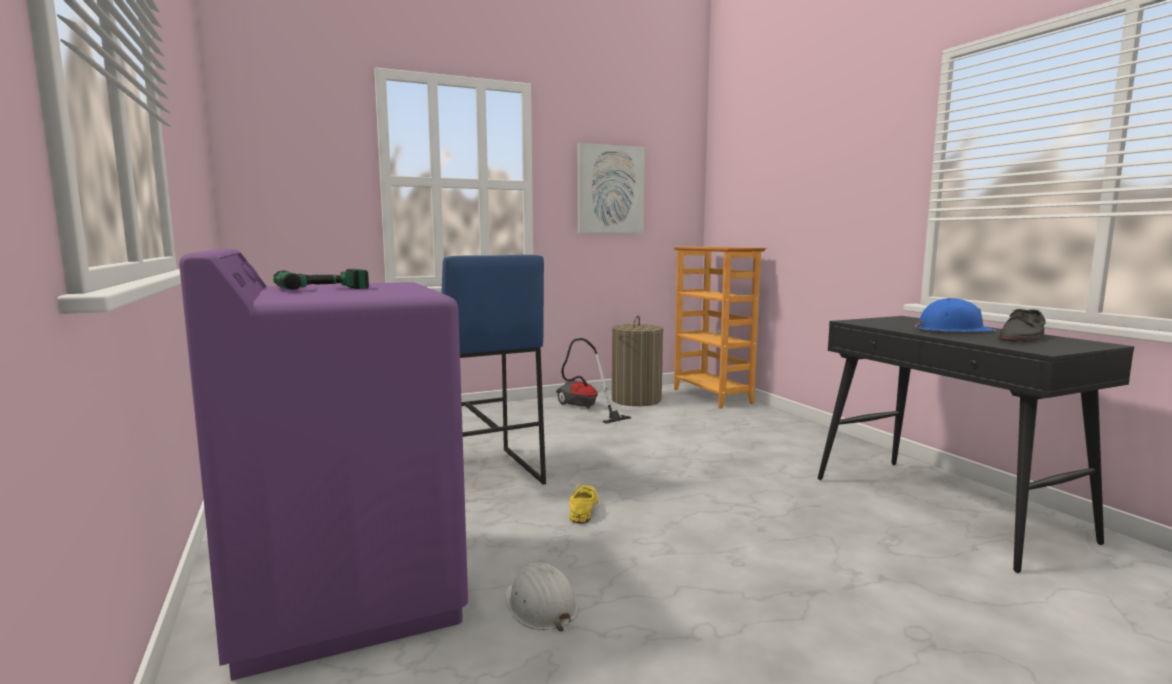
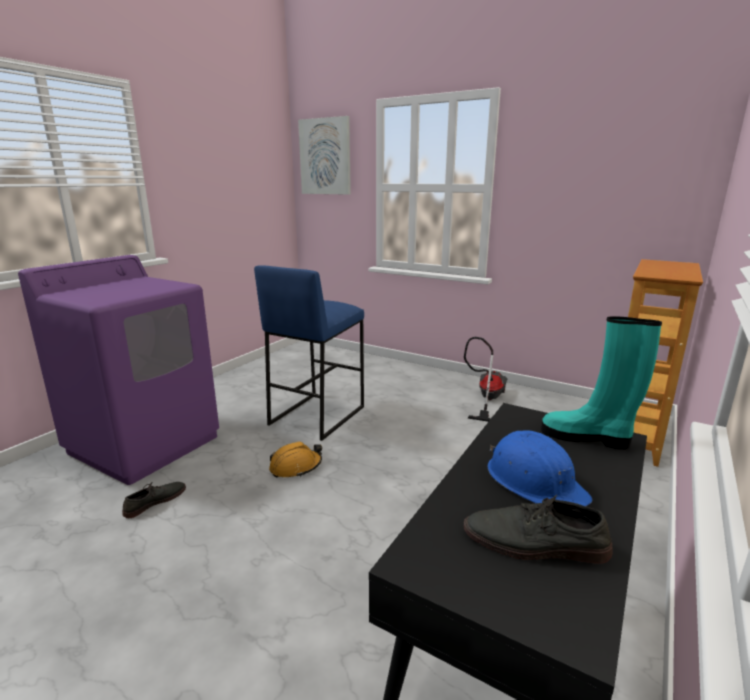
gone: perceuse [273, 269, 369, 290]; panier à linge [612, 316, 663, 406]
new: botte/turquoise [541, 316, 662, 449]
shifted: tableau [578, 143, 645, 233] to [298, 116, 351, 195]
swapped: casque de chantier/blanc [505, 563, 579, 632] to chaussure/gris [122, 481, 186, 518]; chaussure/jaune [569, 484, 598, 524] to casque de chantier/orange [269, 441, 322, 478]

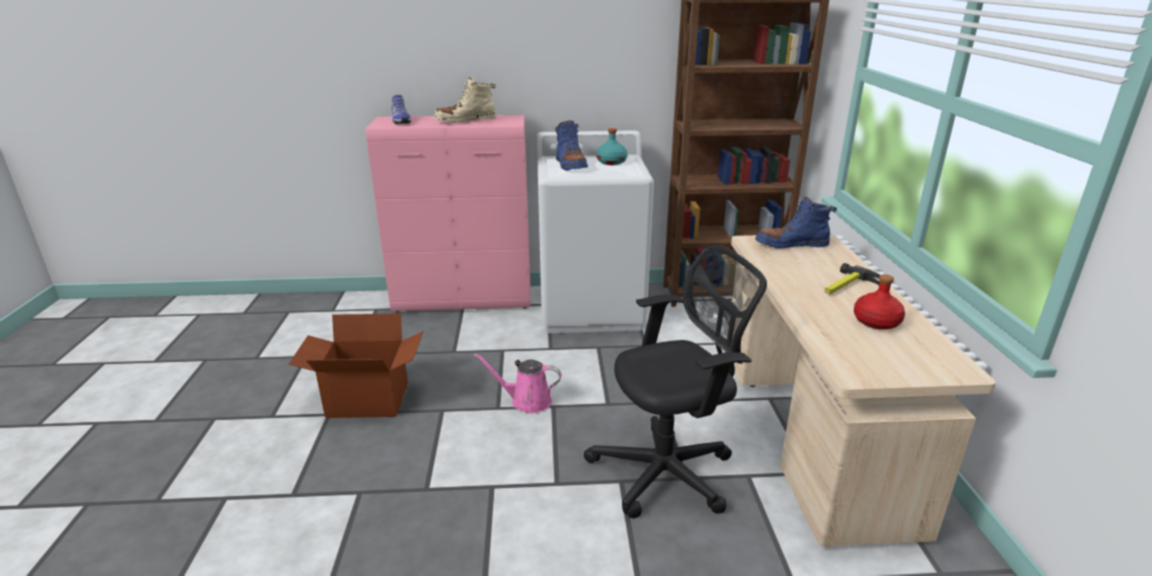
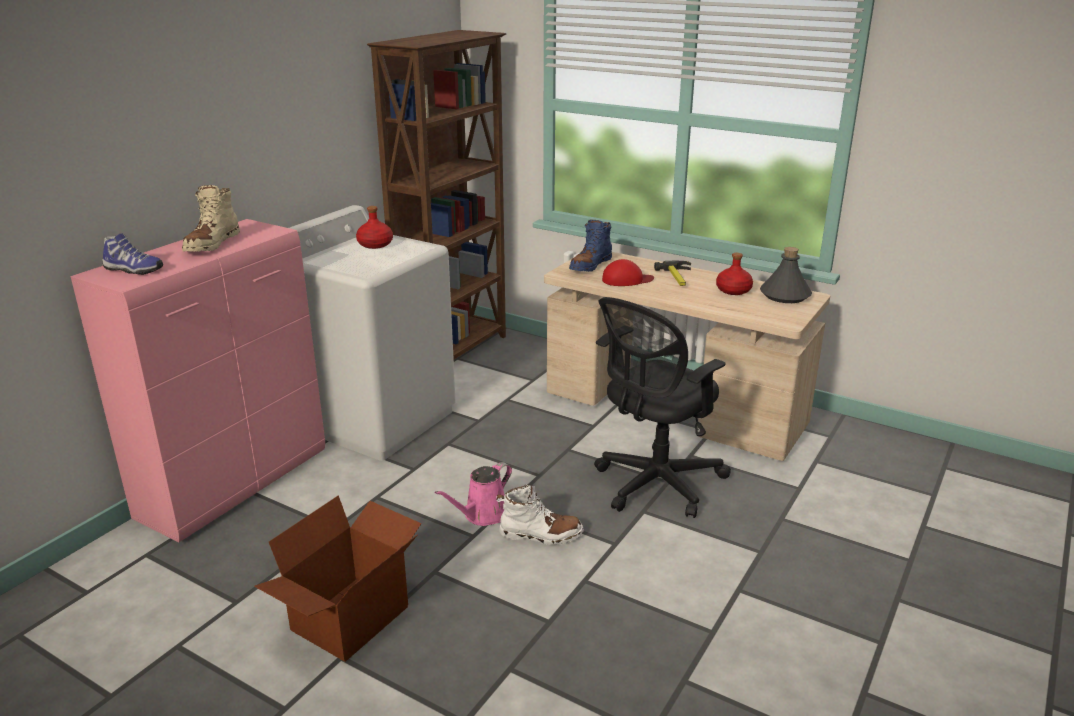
gone: botte/bleu [555, 120, 588, 171]
new: botte/blanc [496, 484, 584, 545]; casquette/rouge [602, 259, 654, 286]; bouteille/gris [760, 247, 812, 303]
repainted: bouteille/turquoise [596, 128, 628, 165] to bouteille/rouge [356, 206, 393, 249]
rotated: chaise de bureau/noir [584, 244, 767, 518] = [594, 297, 731, 518] 150 degrees counterclockwise

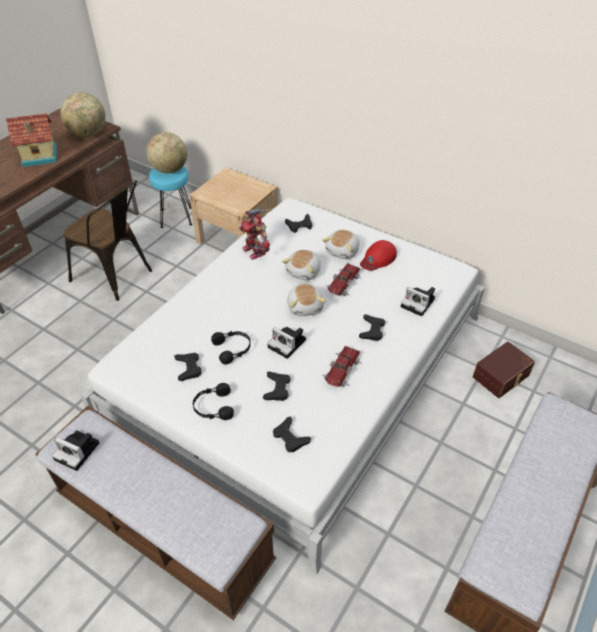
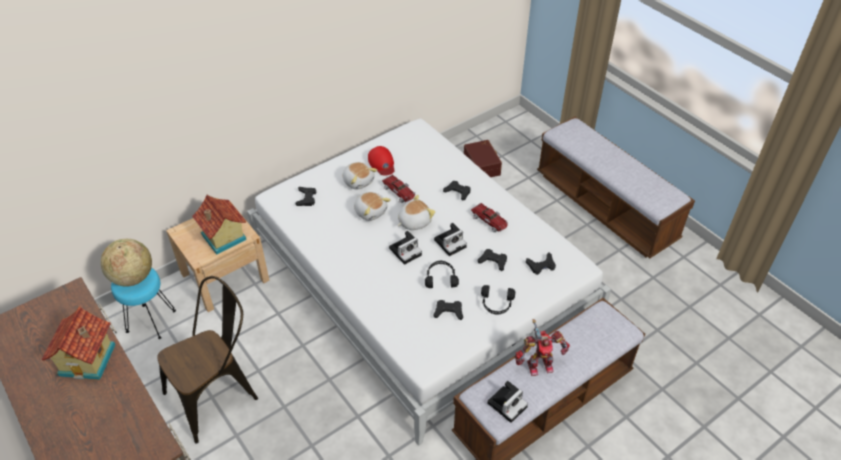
gone: globe [61, 92, 106, 137]
new: maison miniature [192, 195, 247, 255]
shifted: robot jouet [239, 209, 271, 260] to [515, 319, 570, 376]; appareil photo [401, 287, 435, 316] to [389, 231, 422, 265]
rotated: peluche [287, 284, 326, 316] = [397, 195, 435, 230] 45 degrees counterclockwise

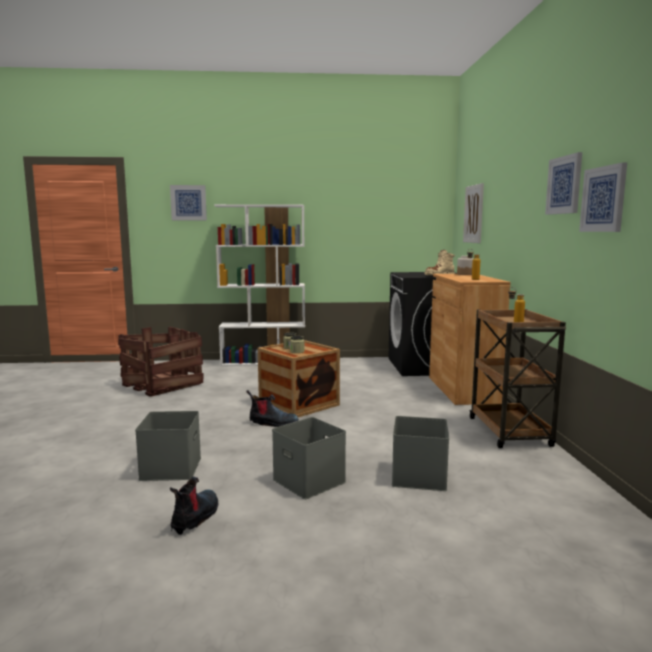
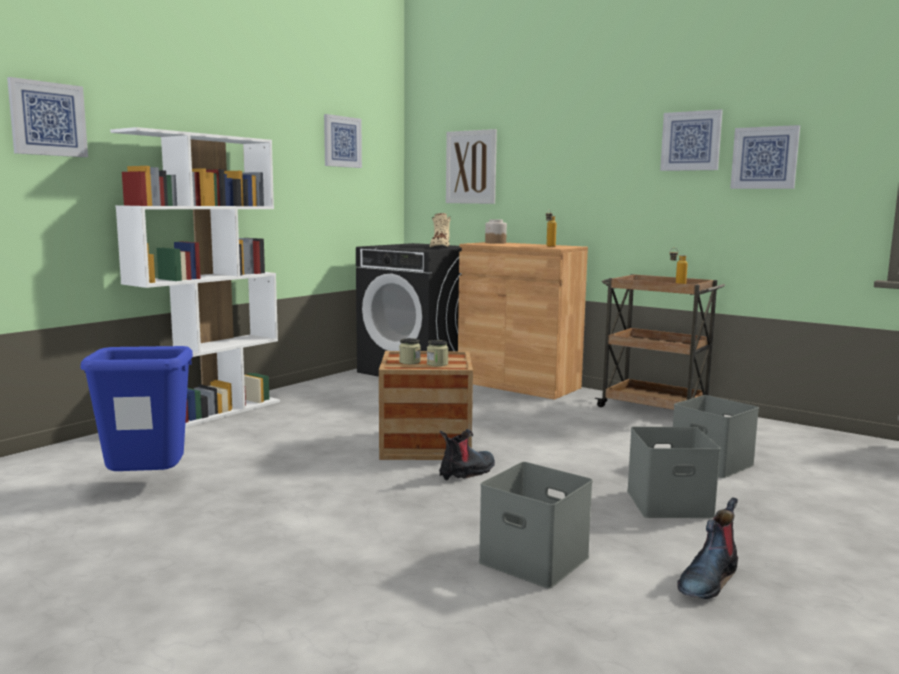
new: tableau [324, 114, 362, 168]
swapped: caisse [118, 327, 204, 397] to poubelle/bleu [81, 346, 193, 471]
rotated: botte [170, 476, 219, 535] = [677, 497, 738, 599] 105 degrees counterclockwise

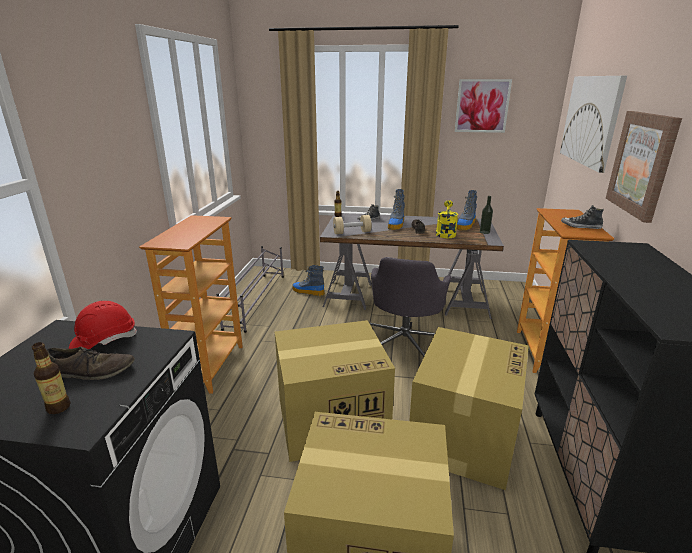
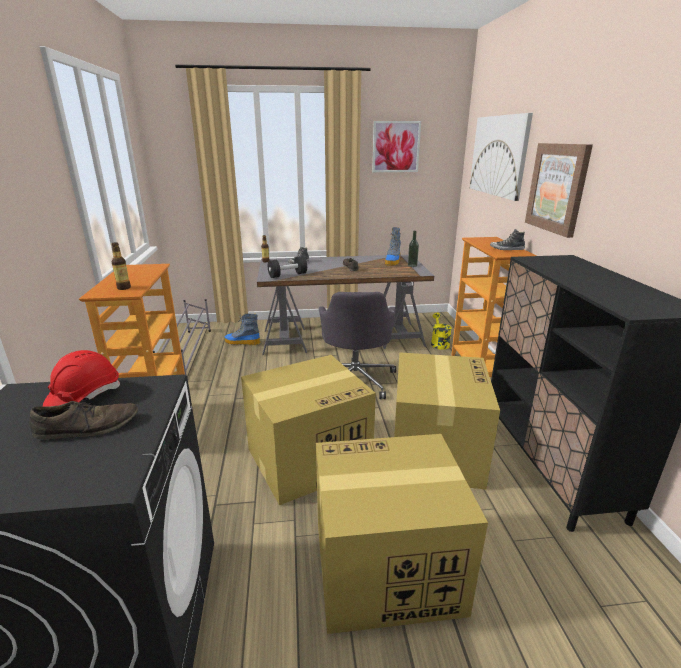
gone: botte [388, 189, 405, 230]
shifted: bouteille [32, 342, 70, 414] to [112, 242, 131, 290]; arrosoir/jaune [436, 200, 458, 238] to [431, 313, 452, 350]
repainted: haltère/beige [333, 215, 372, 234] to haltère/noir [268, 256, 307, 278]

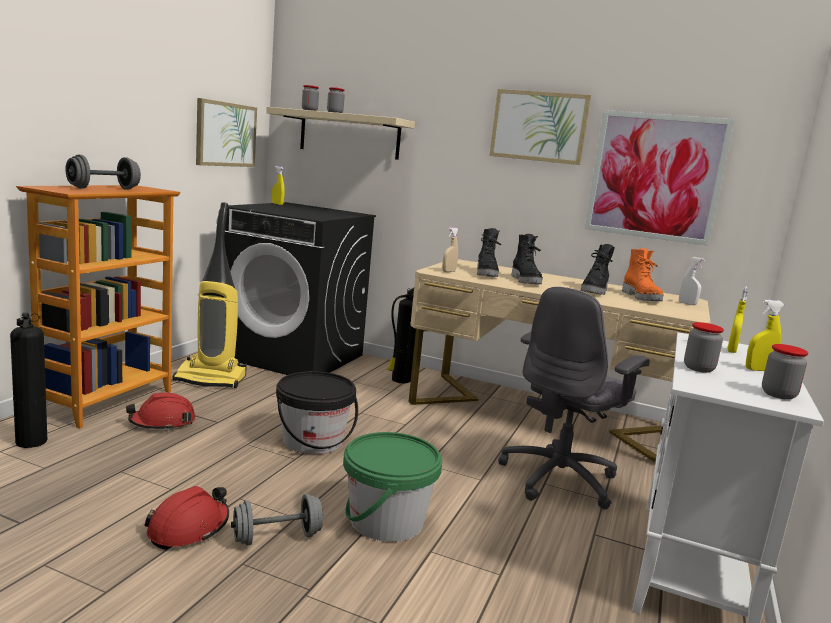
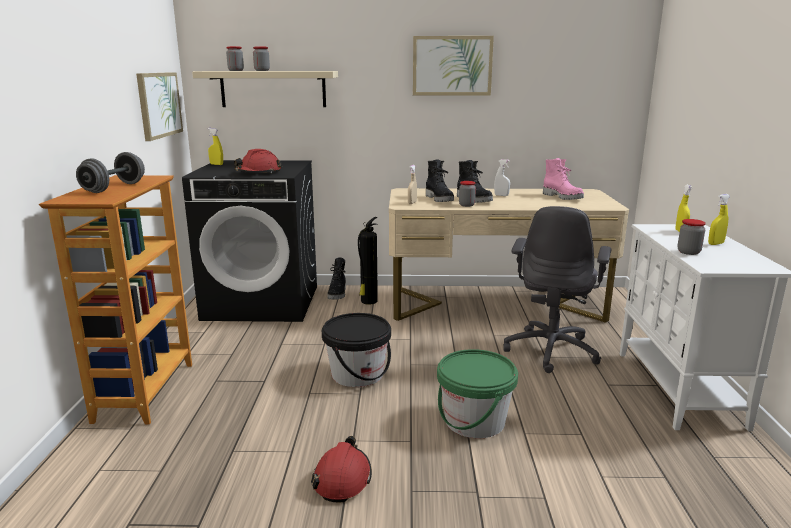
gone: extincteur [10, 313, 47, 448]; aspirateur [172, 202, 247, 388]; haltère/gris [231, 494, 323, 546]; tableau [585, 110, 735, 246]
shifted: casque de chantier/rouge [126, 392, 195, 431] to [234, 149, 282, 173]; botte/noir [581, 244, 615, 295] to [328, 257, 346, 299]; vaporisateur/blanc [679, 257, 705, 305] to [494, 159, 510, 196]; bocal [762, 344, 808, 400] to [459, 181, 476, 207]
repainted: botte/orange [622, 248, 664, 301] to botte/rose [543, 158, 584, 200]

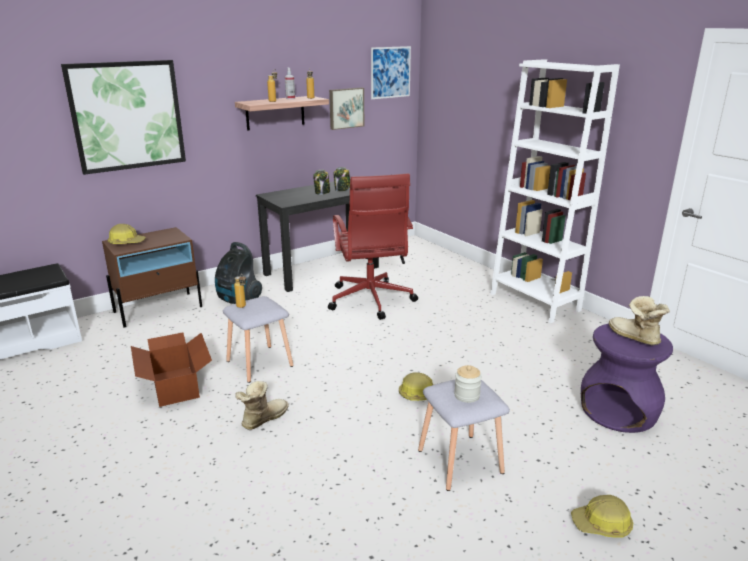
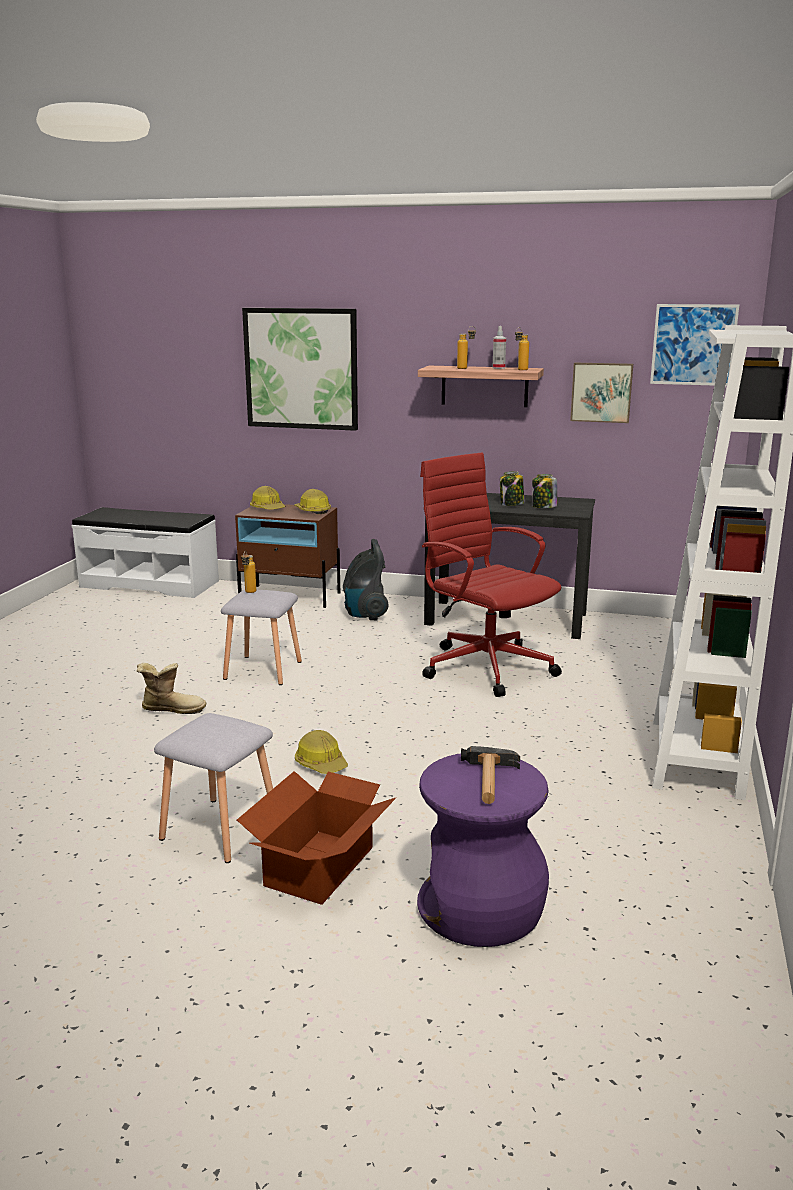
gone: bocal [454, 365, 482, 403]
shifted: carton [131, 333, 212, 407] to [237, 771, 396, 905]; casque de chantier [571, 495, 633, 537] to [294, 489, 331, 514]
swapped: botte [609, 296, 670, 345] to marteau [461, 746, 520, 804]
rotated: chaise de bureau/rouge [328, 174, 418, 320] = [420, 452, 562, 697] 105 degrees clockwise

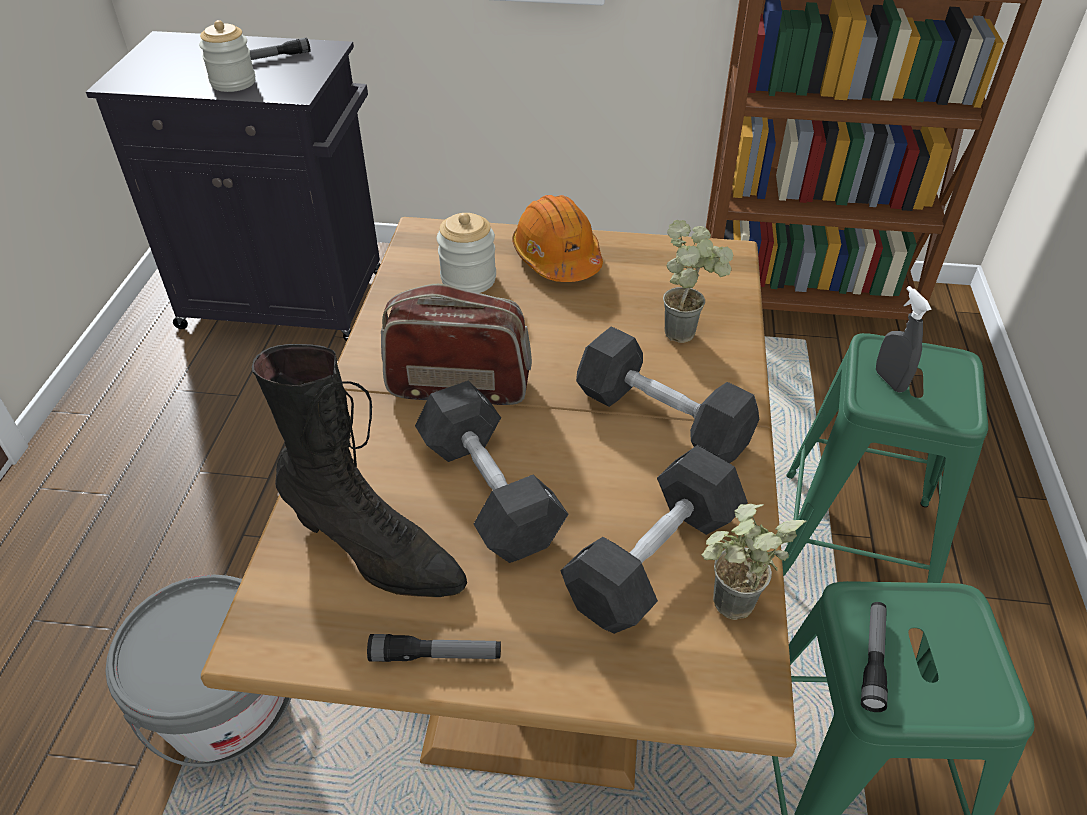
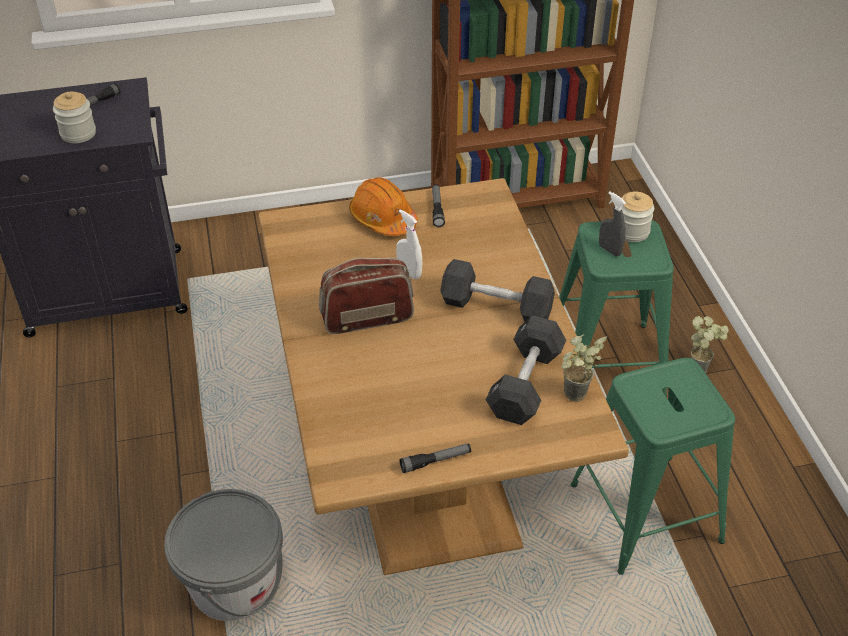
gone: botte/noir [252, 344, 467, 597]; haltère/noir [415, 381, 569, 563]
new: vaporisateur/blanc [396, 209, 422, 279]
shifted: bocal [437, 213, 496, 293] to [621, 192, 654, 242]; plante en pot [663, 220, 733, 343] to [691, 316, 729, 373]; lampe de poche [861, 602, 888, 712] to [432, 184, 445, 227]

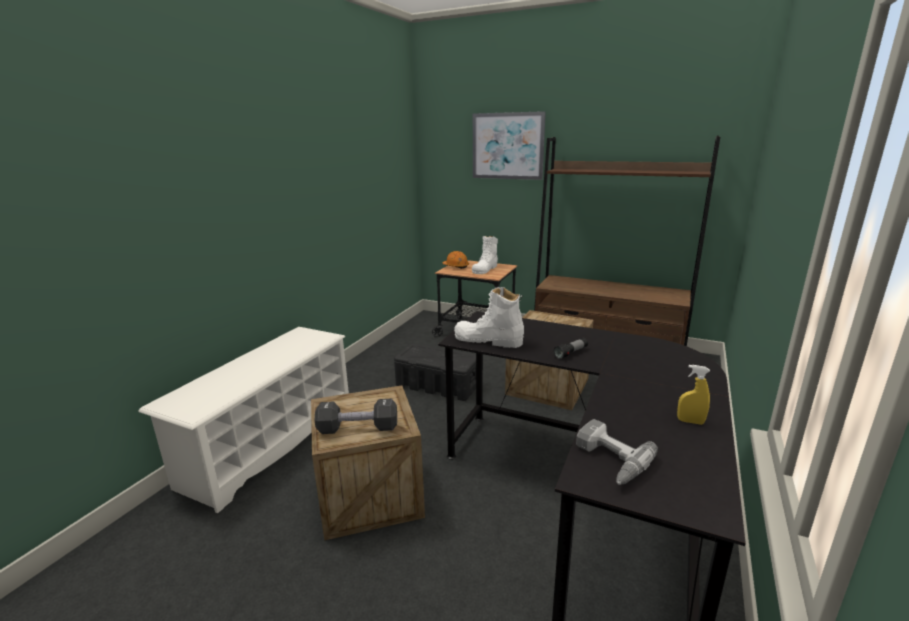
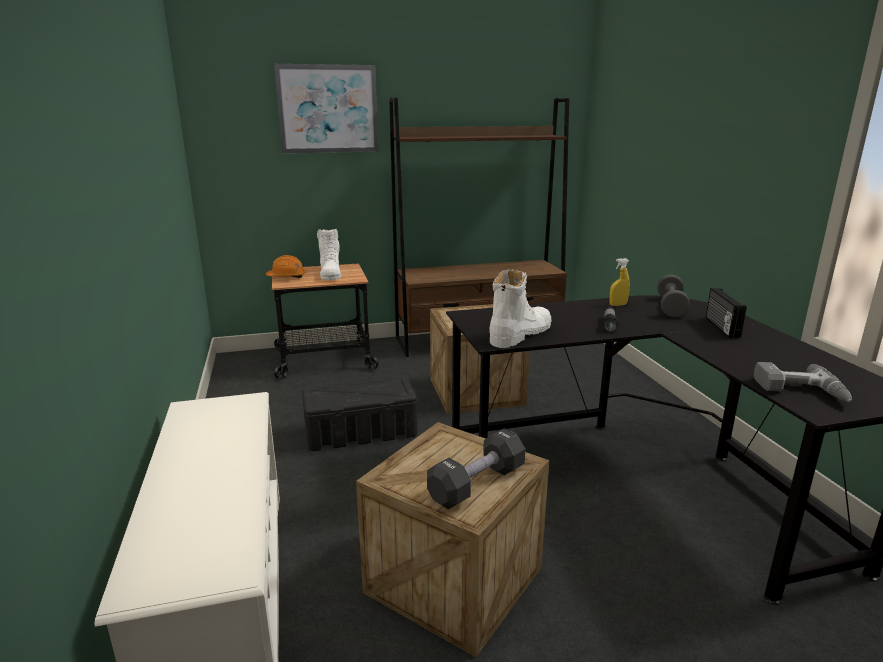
new: haltère/gris [657, 275, 690, 317]; radio [706, 288, 747, 338]
shifted: vaporisateur/jaune [677, 365, 710, 425] to [610, 258, 630, 306]
rotated: botte/blanc [454, 287, 524, 348] = [489, 269, 551, 348] 150 degrees clockwise

